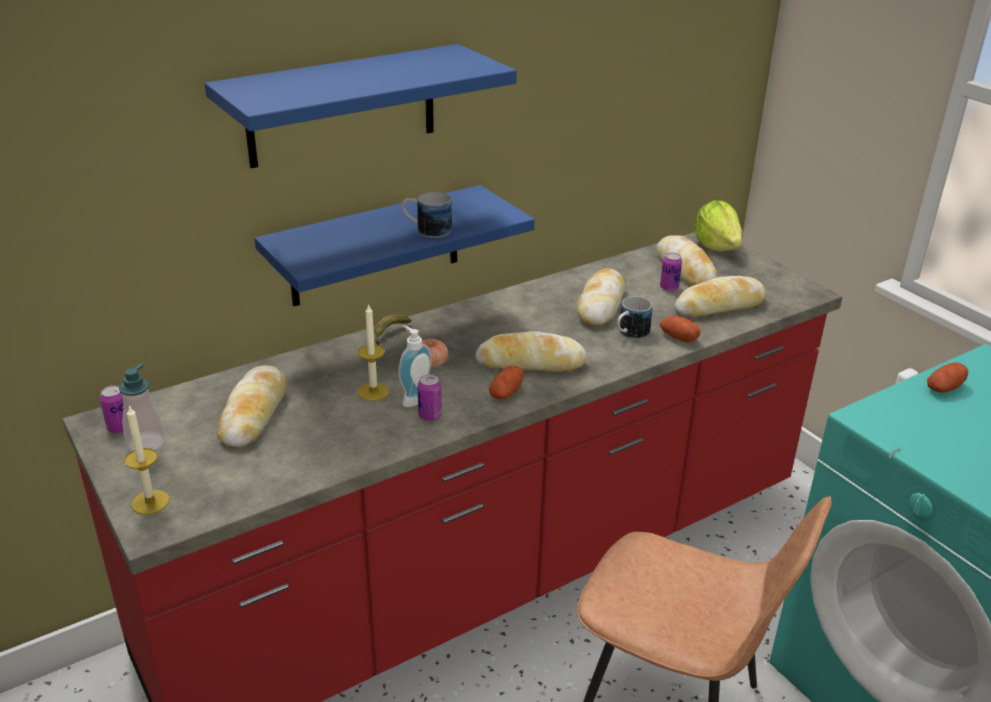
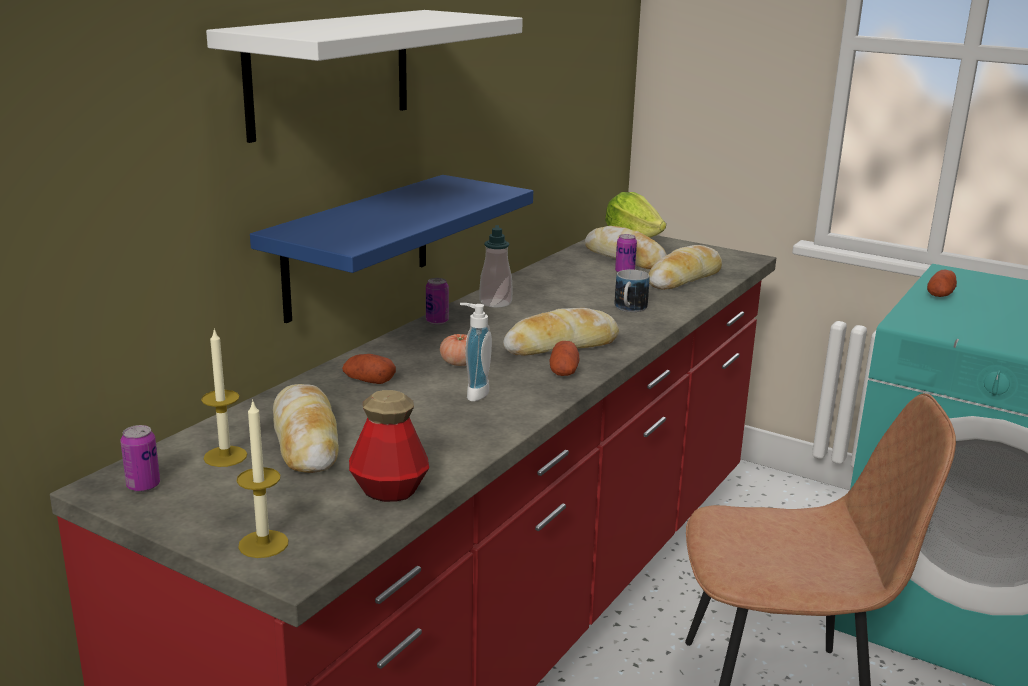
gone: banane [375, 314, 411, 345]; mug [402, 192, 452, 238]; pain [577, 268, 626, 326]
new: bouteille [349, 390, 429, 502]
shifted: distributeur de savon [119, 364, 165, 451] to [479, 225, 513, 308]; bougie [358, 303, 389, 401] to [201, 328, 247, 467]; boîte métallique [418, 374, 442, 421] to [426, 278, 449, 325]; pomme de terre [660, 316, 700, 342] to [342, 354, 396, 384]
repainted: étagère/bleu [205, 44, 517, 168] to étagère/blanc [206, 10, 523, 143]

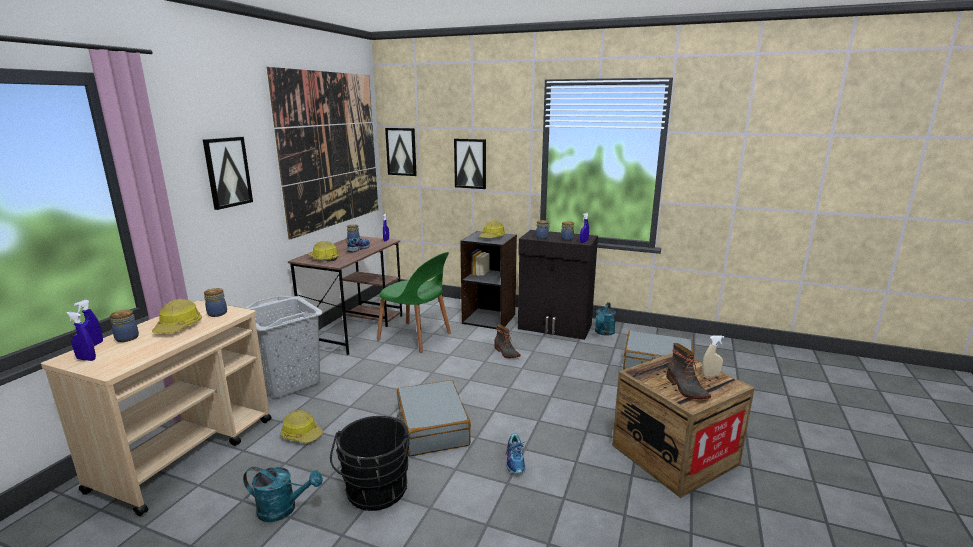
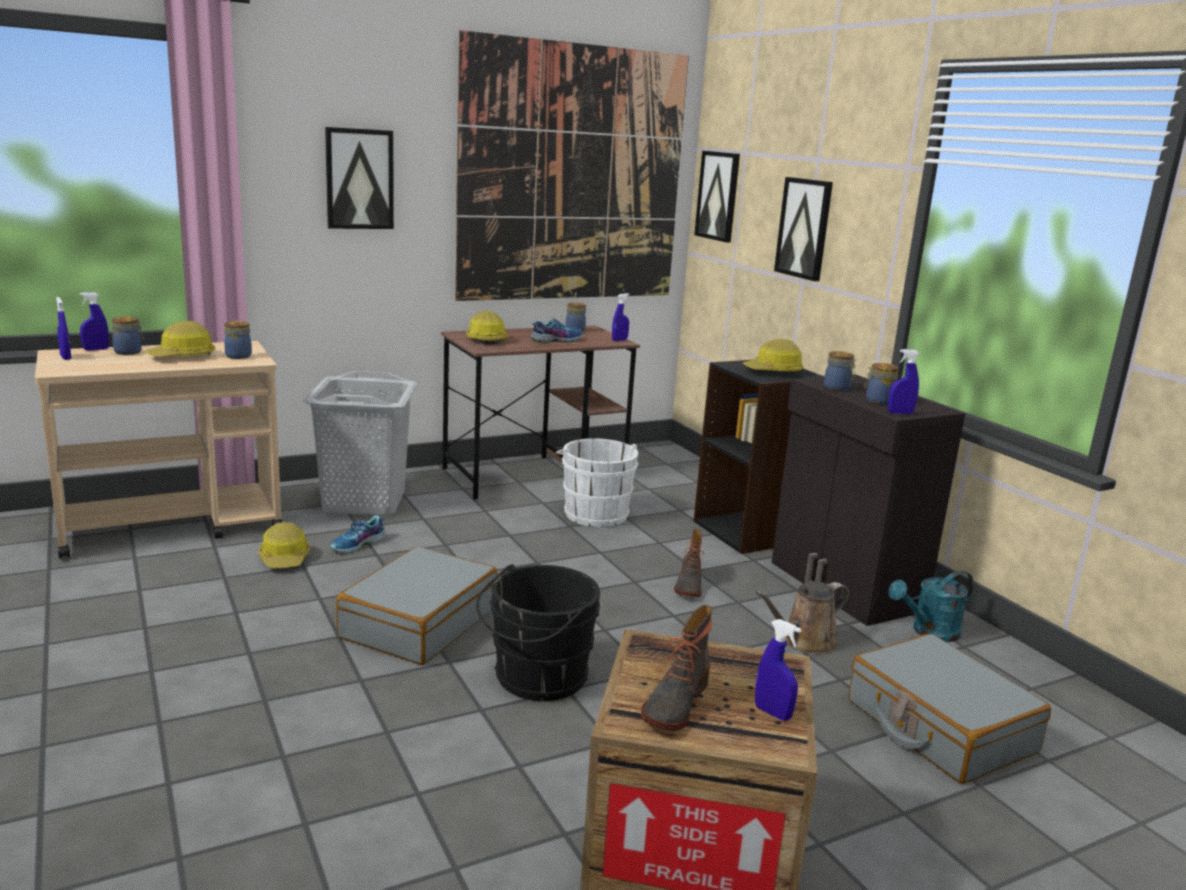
gone: arrosoir/turquoise [243, 467, 323, 522]
new: arrosoir/marron [756, 581, 849, 654]
shifted: seau/noir [330, 416, 410, 511] to [476, 564, 600, 701]; chaussure [506, 433, 527, 474] to [330, 515, 385, 554]
swapped: chaise/vert [377, 252, 451, 353] to seau/blanc [556, 439, 639, 527]
repainted: vaporisateur/beige [702, 336, 725, 377] to vaporisateur/bleu [755, 619, 802, 721]

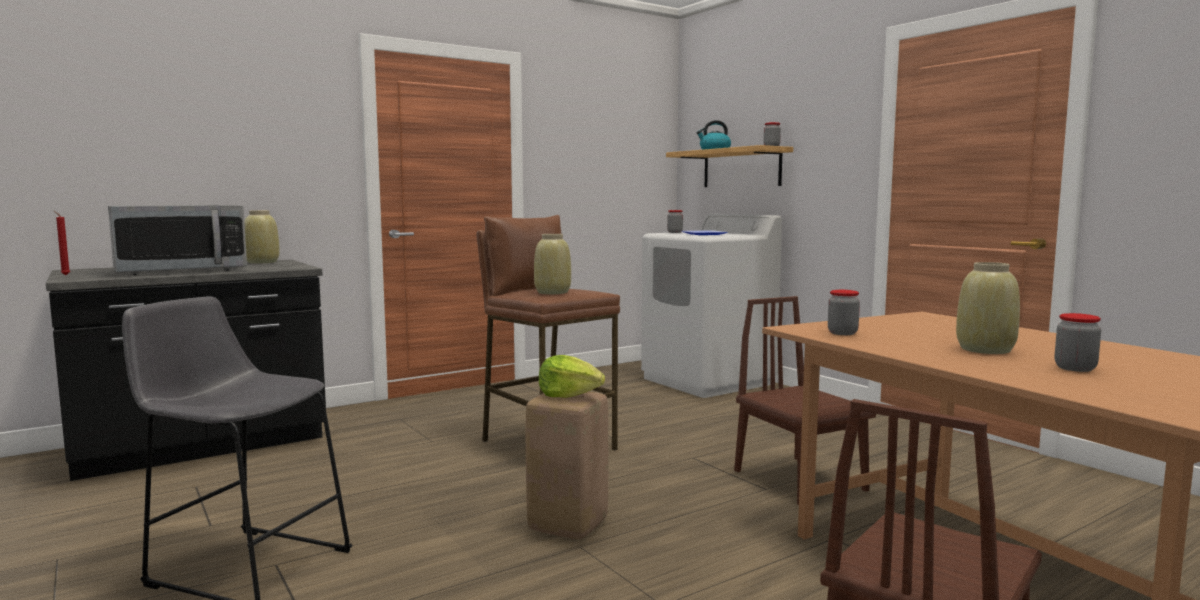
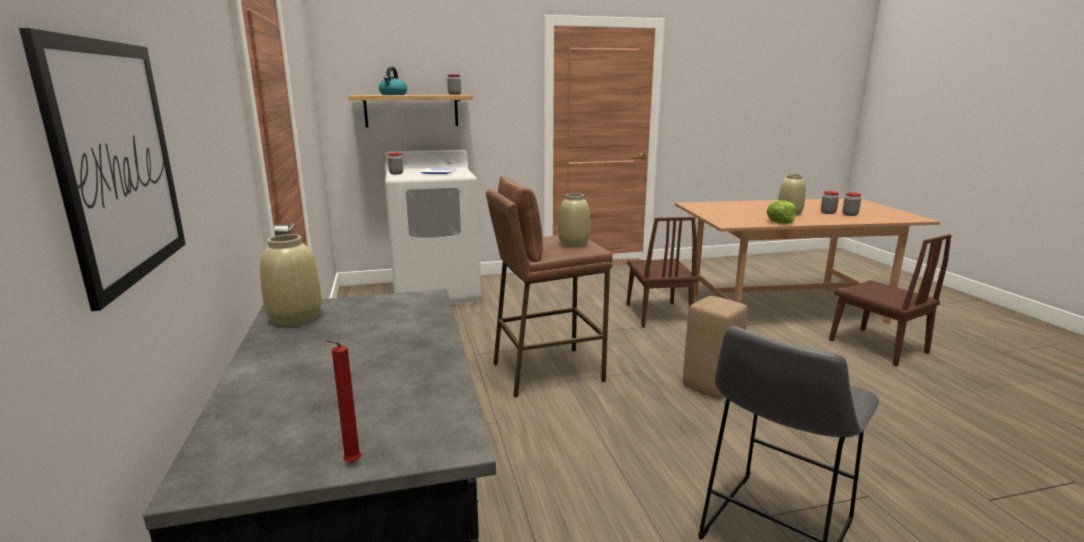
gone: micro-ondes [108, 205, 247, 275]
new: tableau [19, 28, 186, 311]
shifted: laitue [539, 355, 605, 398] to [767, 201, 795, 224]; bocal [828, 290, 860, 335] to [842, 193, 861, 216]
rotated: chaise/marron [734, 296, 876, 505] = [627, 217, 697, 327] 90 degrees counterclockwise

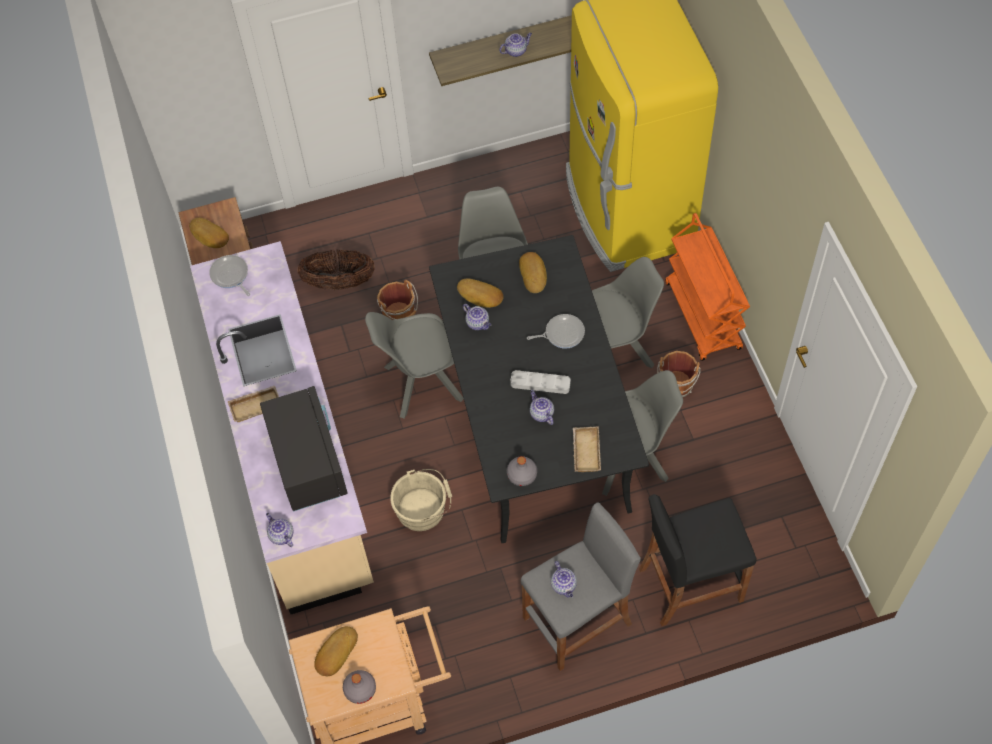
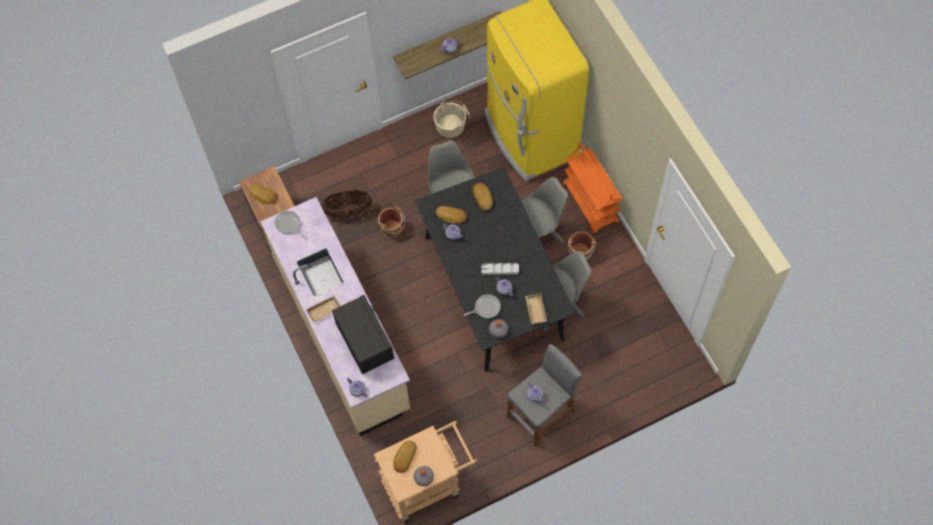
gone: chaise/gris [365, 312, 464, 419]; tabouret/noir [639, 494, 756, 626]
shifted: seau/beige [390, 469, 452, 531] to [434, 100, 470, 138]; poêle [527, 314, 585, 349] to [464, 294, 501, 318]

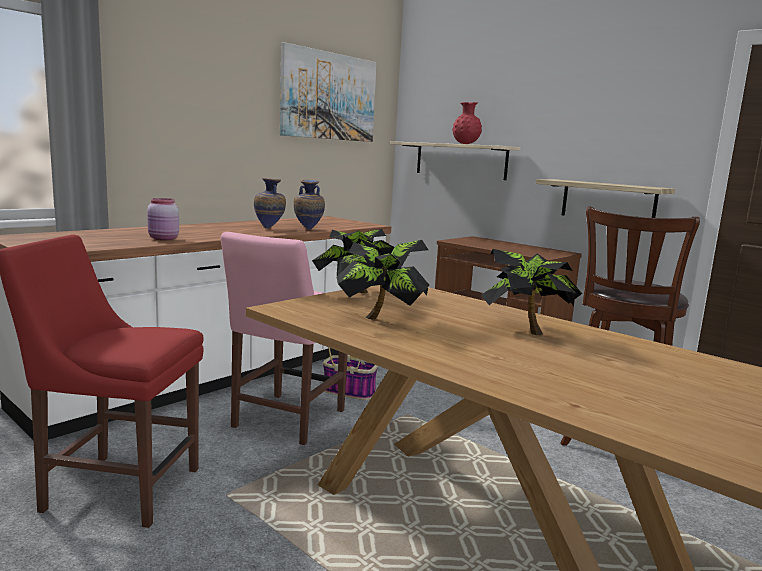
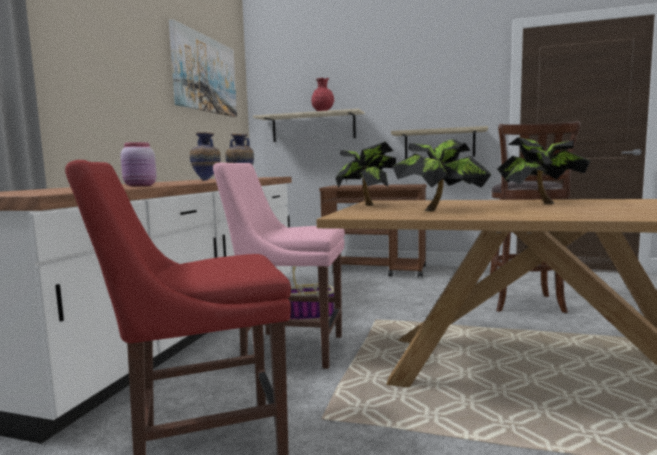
rotated: chaise/rose [221, 232, 348, 445] = [213, 163, 345, 369] 105 degrees clockwise

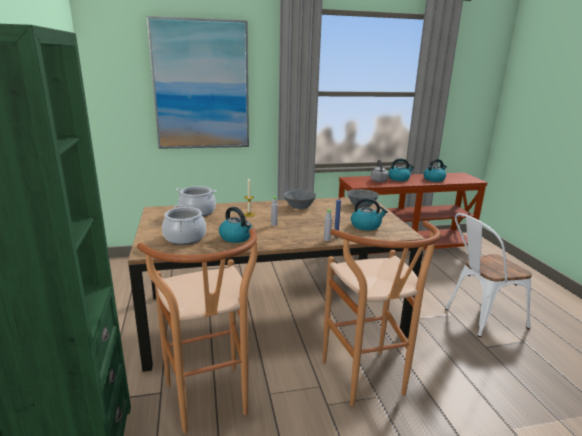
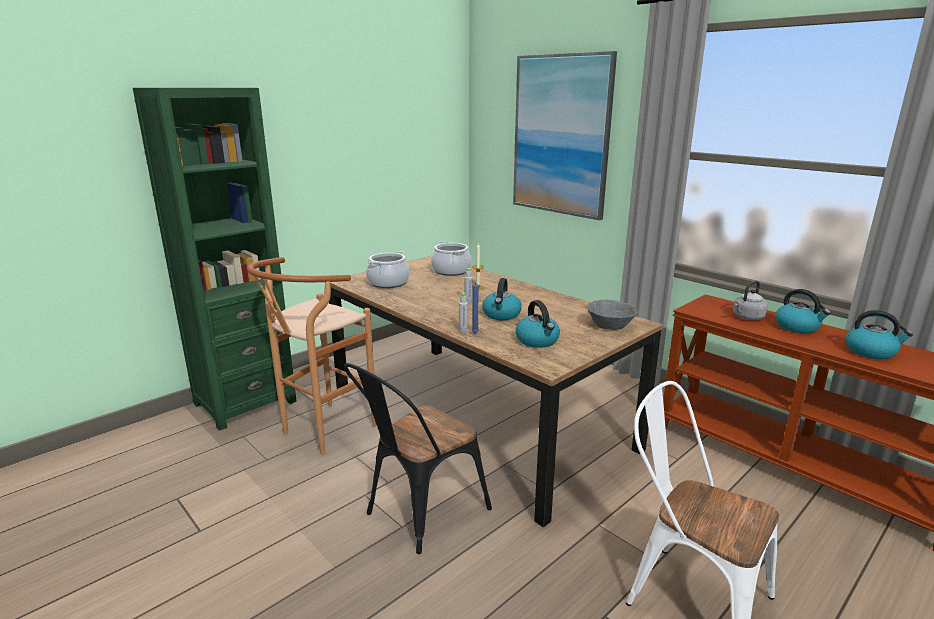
gone: bol/gris [283, 190, 316, 209]
shifted: bouilloire [219, 207, 252, 243] to [482, 278, 522, 320]
swapped: tabouret/marron [323, 221, 441, 406] to chaise/noir [344, 363, 492, 554]

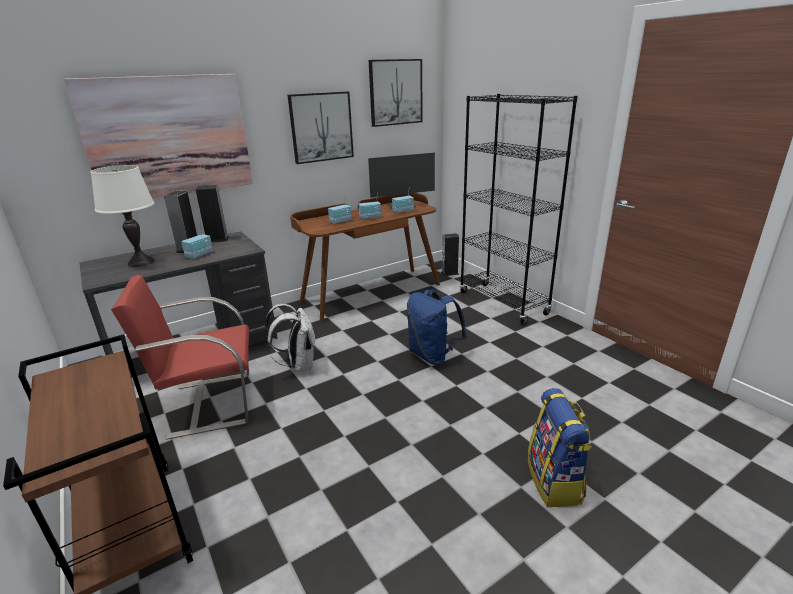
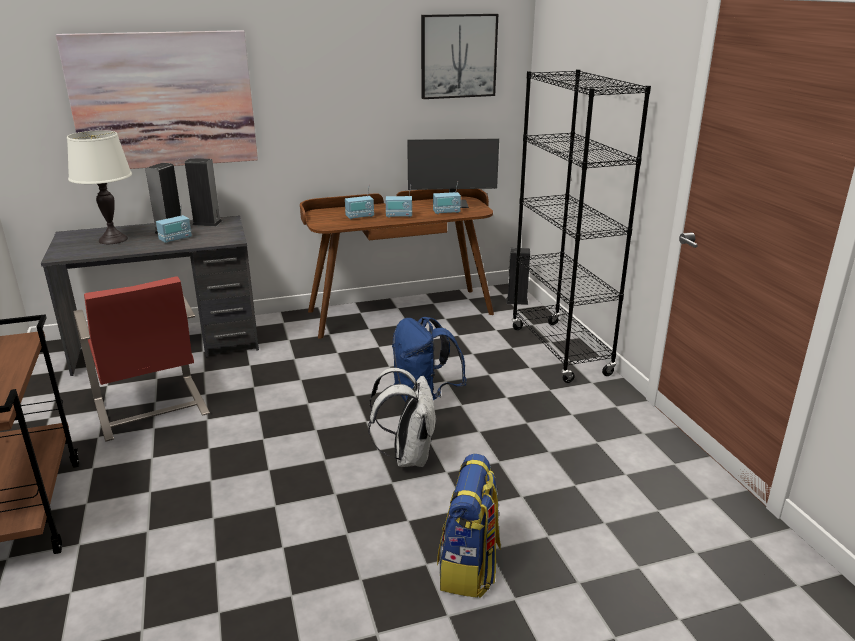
gone: tableau [288, 92, 354, 164]
shifted: sac à dos/blanc [265, 304, 315, 373] to [368, 368, 437, 467]
rotated: chaise/rouge [111, 275, 249, 440] = [74, 277, 210, 442] 120 degrees counterclockwise

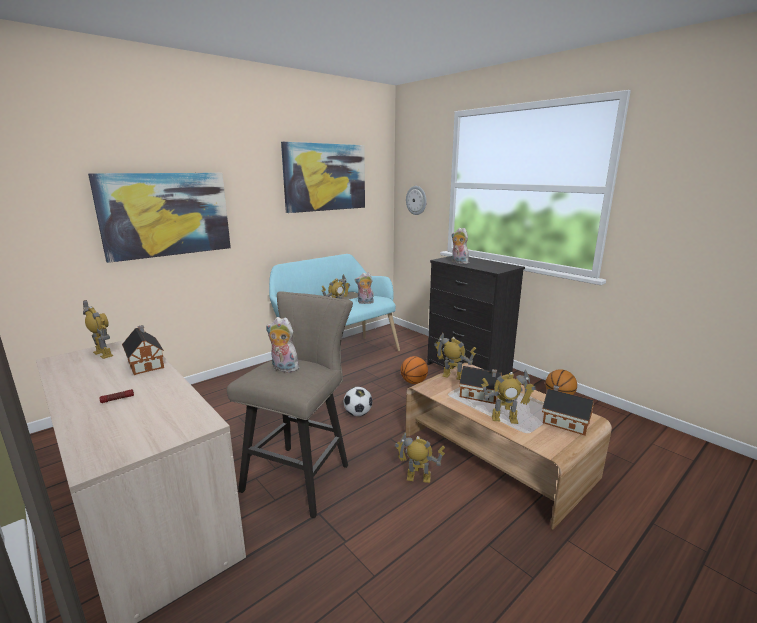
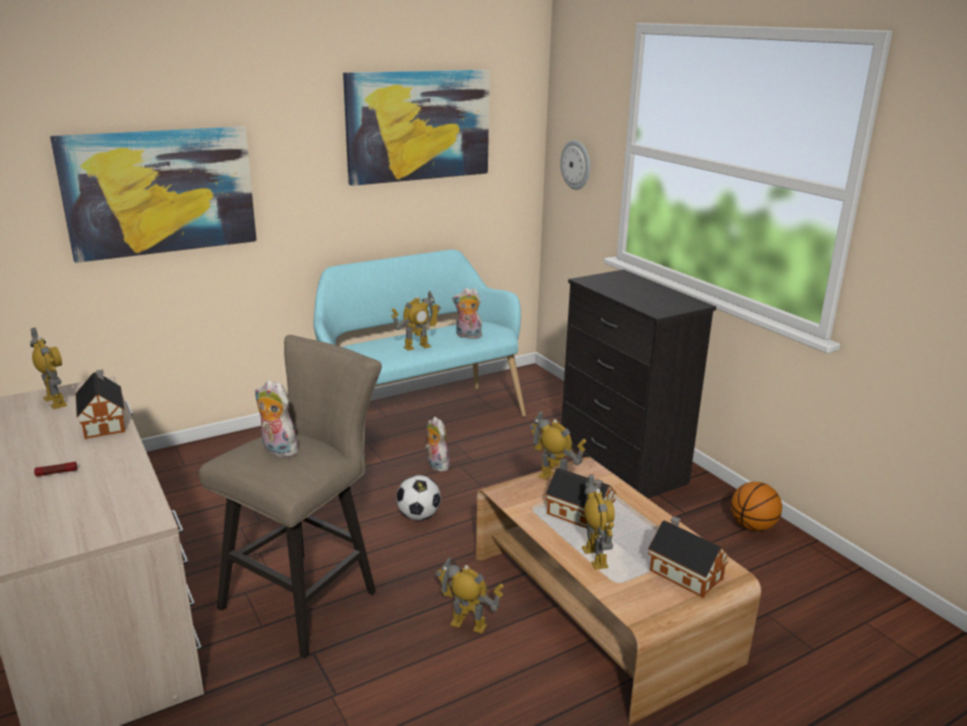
gone: ballon de basket [401, 356, 428, 384]
shifted: peluche [452, 228, 469, 264] to [425, 417, 450, 472]
rotated: robot jouet [481, 370, 536, 424] = [582, 474, 615, 570] 120 degrees counterclockwise

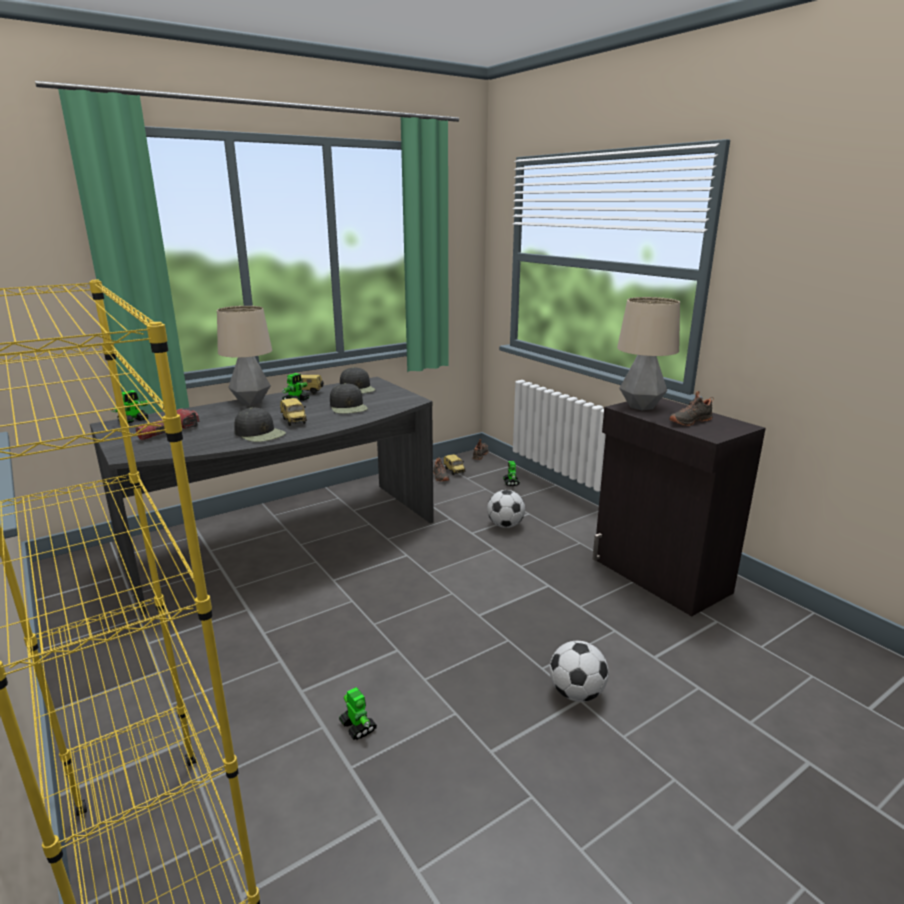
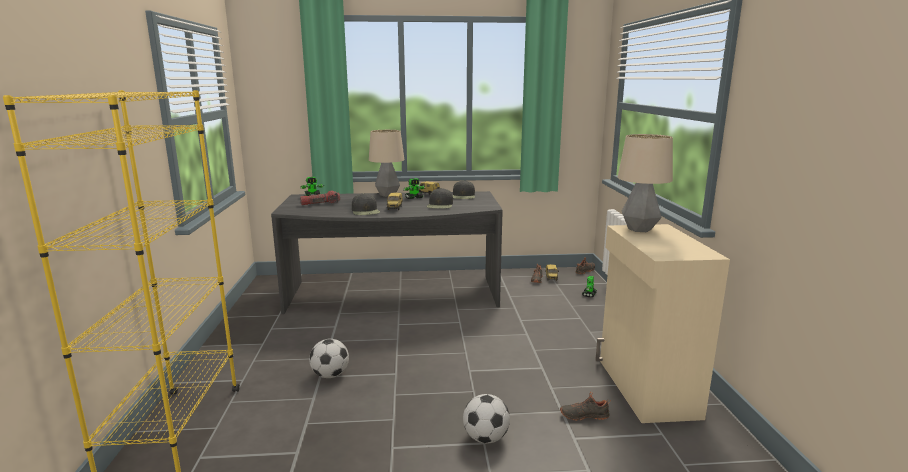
gone: robot jouet [339, 687, 377, 740]
shifted: ballon de foot [487, 490, 525, 528] to [309, 339, 349, 378]; chaussure/noir [669, 391, 714, 426] to [560, 392, 611, 421]
repainted: meuble de rangement/noir [592, 398, 766, 616] to meuble de rangement/beige [595, 224, 730, 423]

